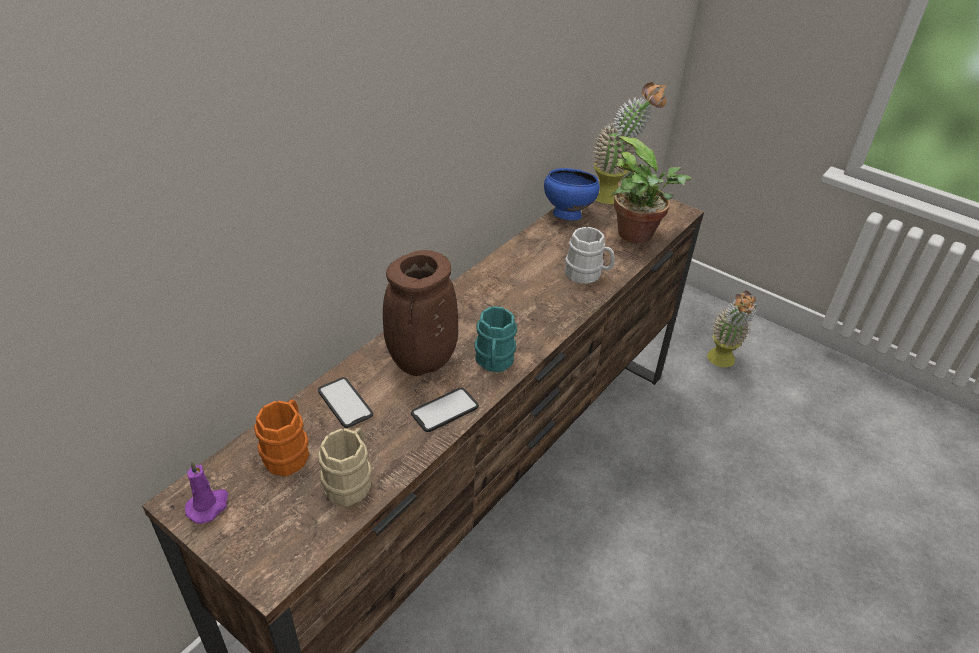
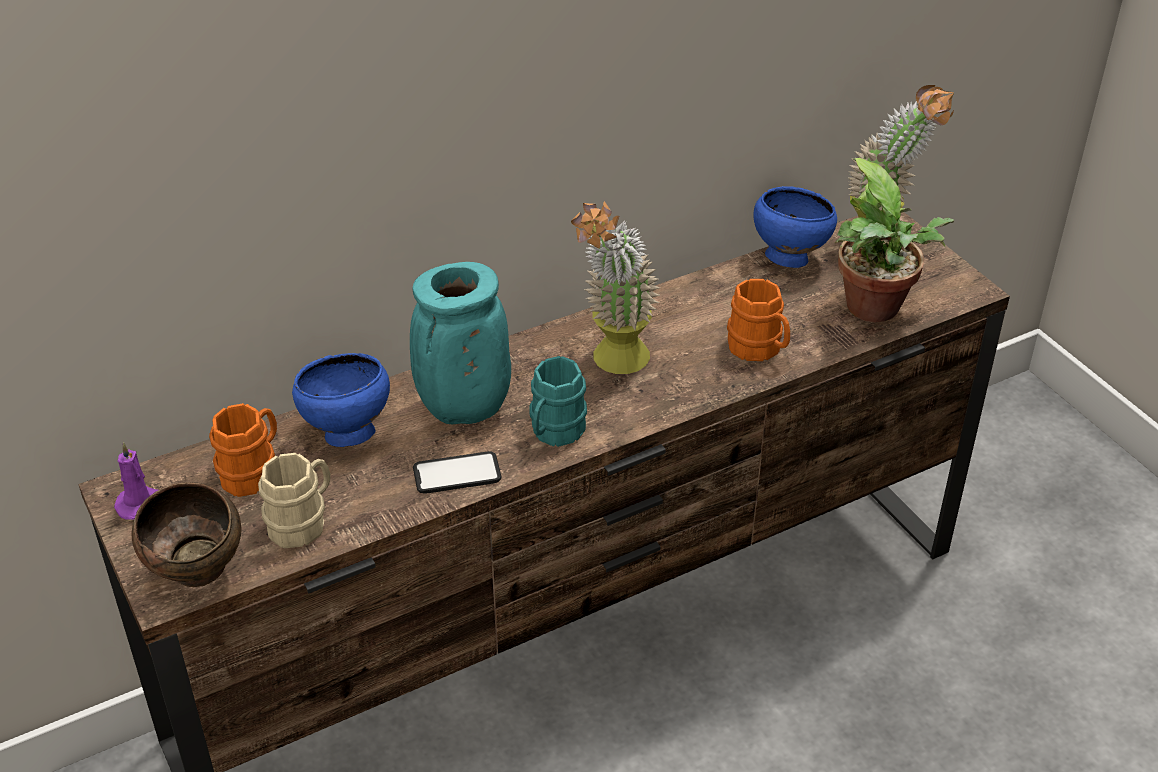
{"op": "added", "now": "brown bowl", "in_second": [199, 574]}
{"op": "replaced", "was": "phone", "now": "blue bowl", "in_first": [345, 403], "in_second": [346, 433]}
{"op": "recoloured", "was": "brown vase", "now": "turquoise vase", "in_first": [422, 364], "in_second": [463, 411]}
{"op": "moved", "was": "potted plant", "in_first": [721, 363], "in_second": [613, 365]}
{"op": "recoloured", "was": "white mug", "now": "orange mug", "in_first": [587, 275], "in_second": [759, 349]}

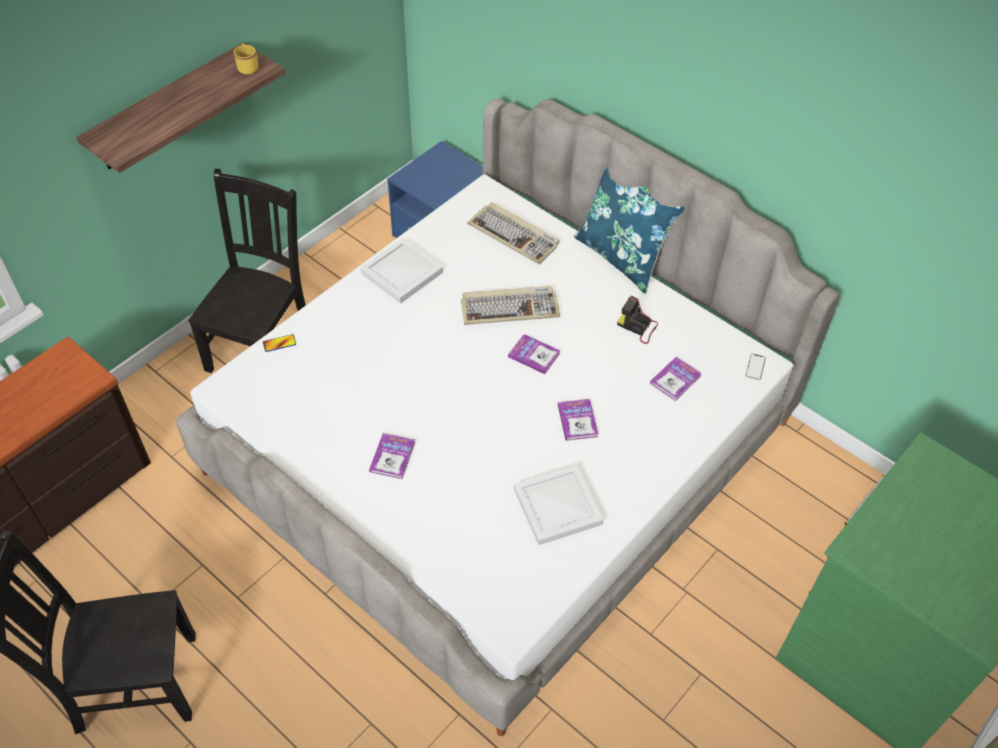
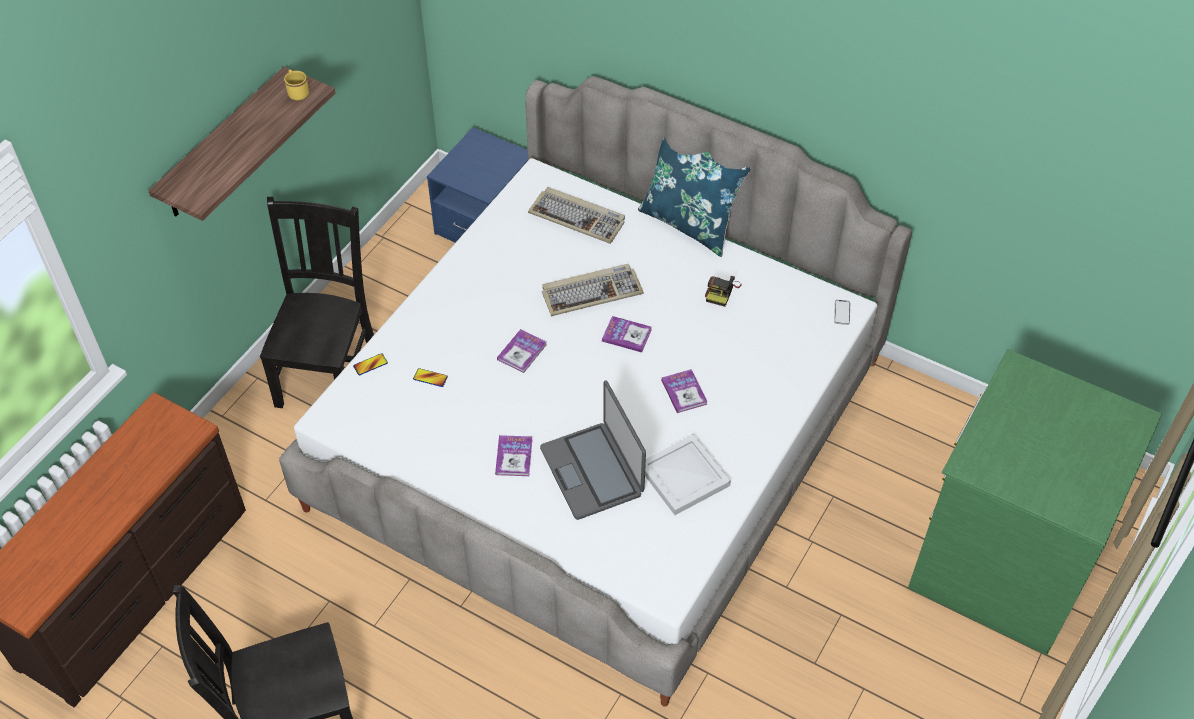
{"op": "added", "now": "phone", "in_second": [430, 378]}
{"op": "moved", "was": "book", "in_first": [675, 379], "in_second": [522, 352]}
{"op": "added", "now": "laptop", "in_second": [592, 471]}
{"op": "turned", "was": "photo camera", "in_first": [638, 327], "in_second": [721, 291], "clockwise": -90}
{"op": "removed", "was": "white tray", "in_first": [402, 272]}

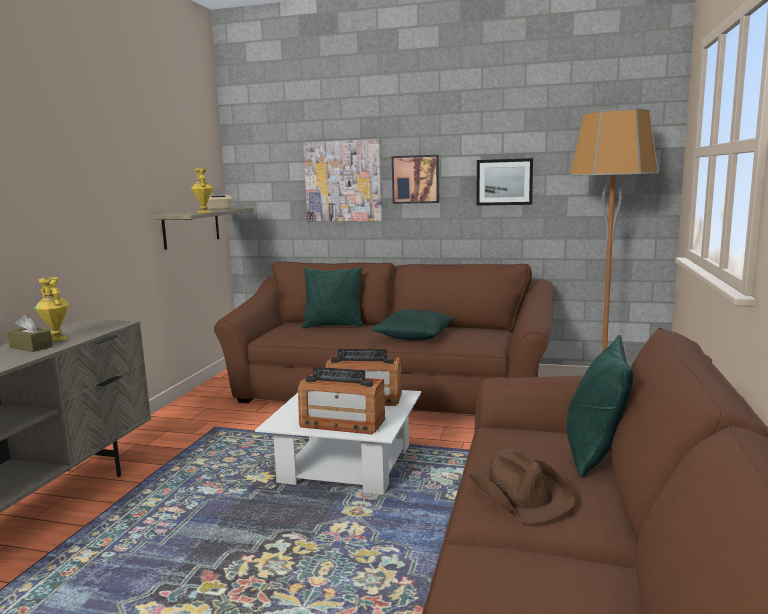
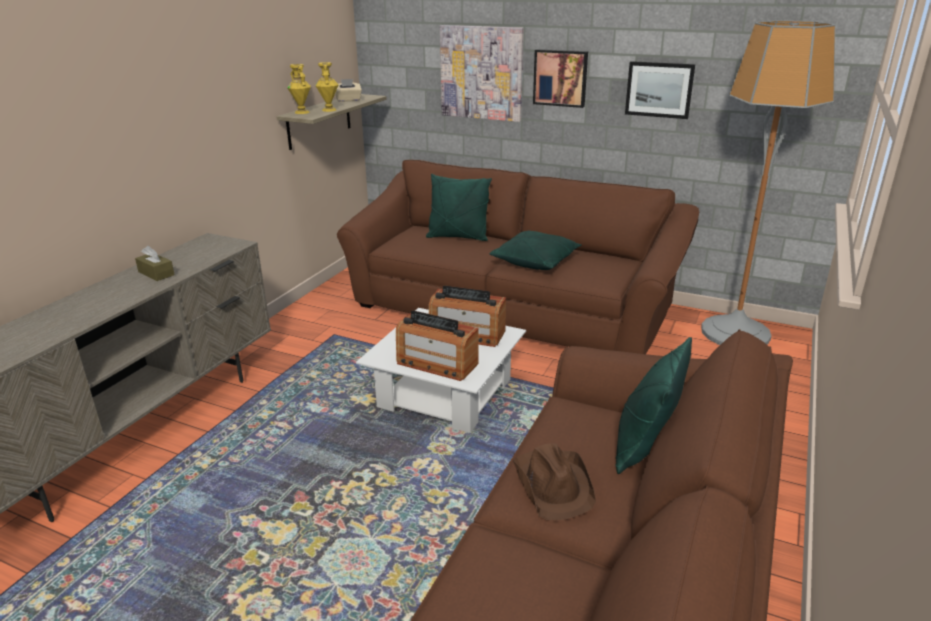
{"op": "moved", "was": "yellow vase", "in_first": [57, 338], "in_second": [302, 112]}

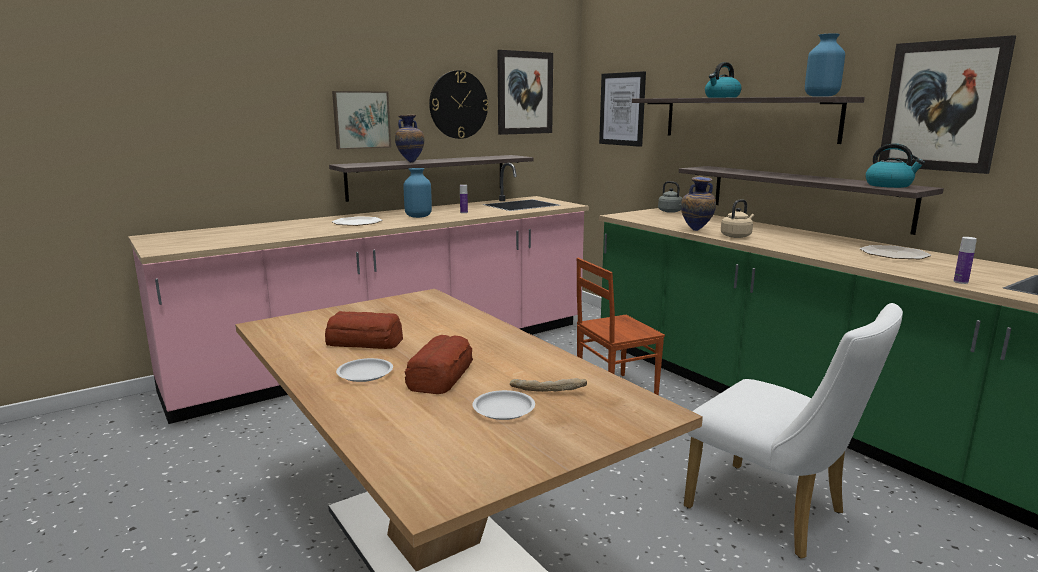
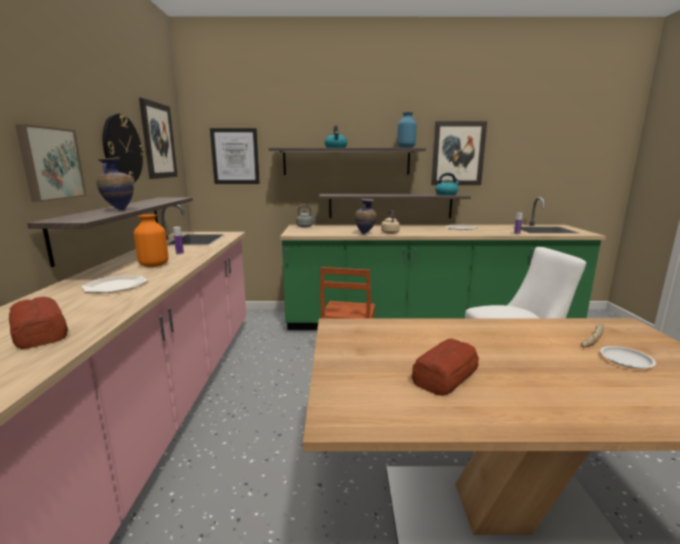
{"op": "moved", "was": "bread", "in_first": [441, 375], "in_second": [40, 332]}
{"op": "recoloured", "was": "blue vase", "now": "orange vase", "in_first": [419, 216], "in_second": [154, 265]}
{"op": "removed", "was": "white plate", "in_first": [365, 373]}

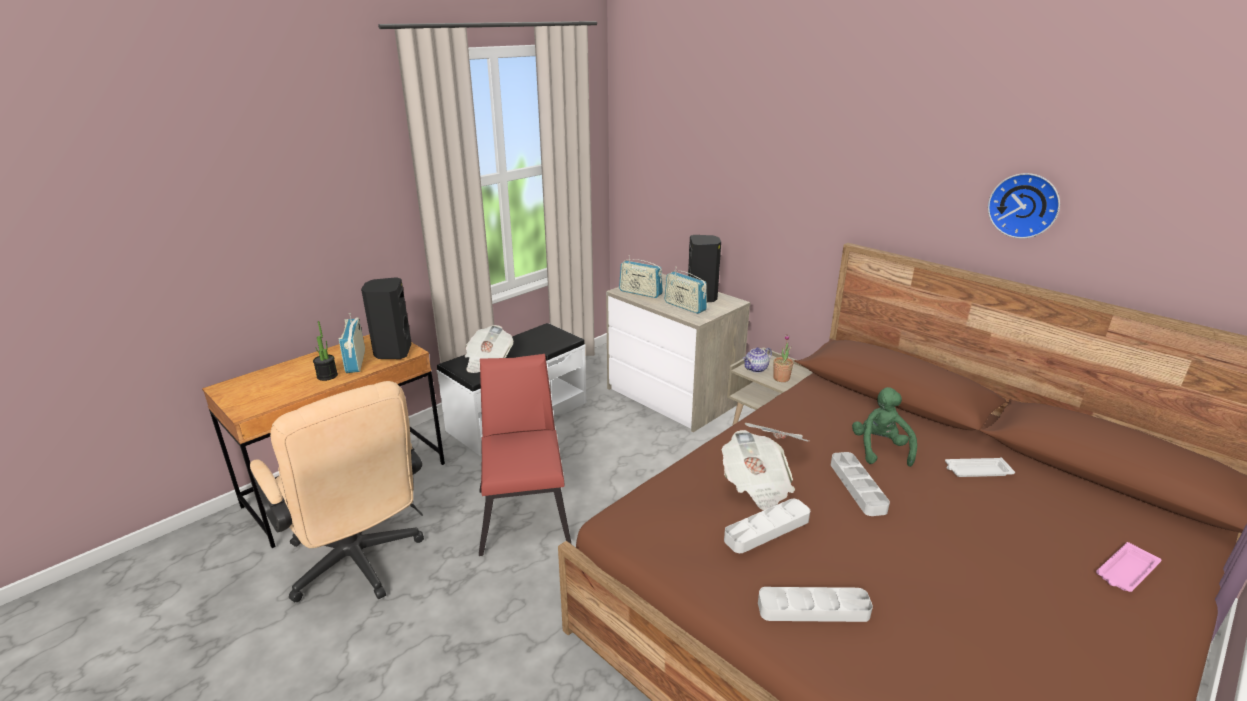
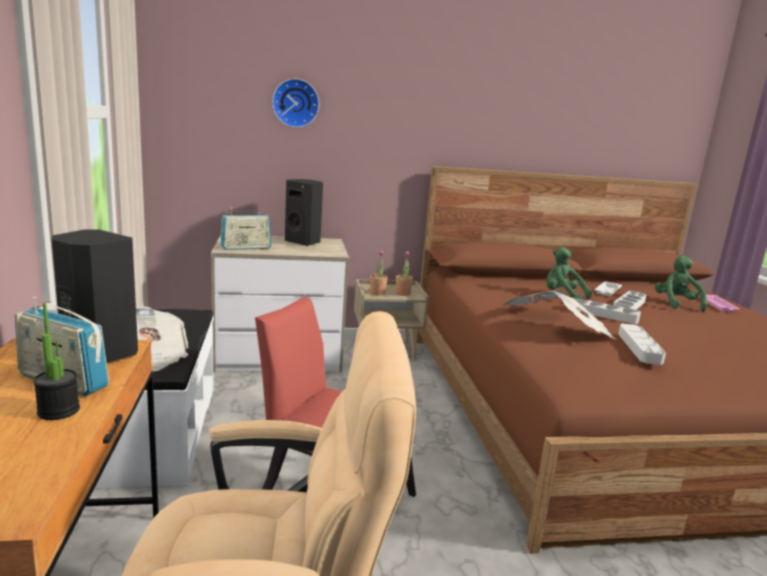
{"op": "moved", "was": "wall clock", "in_first": [1024, 205], "in_second": [295, 103]}
{"op": "replaced", "was": "teapot", "now": "potted plant", "in_first": [756, 369], "in_second": [377, 293]}
{"op": "moved", "was": "grey tray", "in_first": [813, 609], "in_second": [628, 306]}
{"op": "added", "now": "green plush toy", "in_second": [676, 304]}
{"op": "removed", "was": "radio", "in_first": [685, 306]}

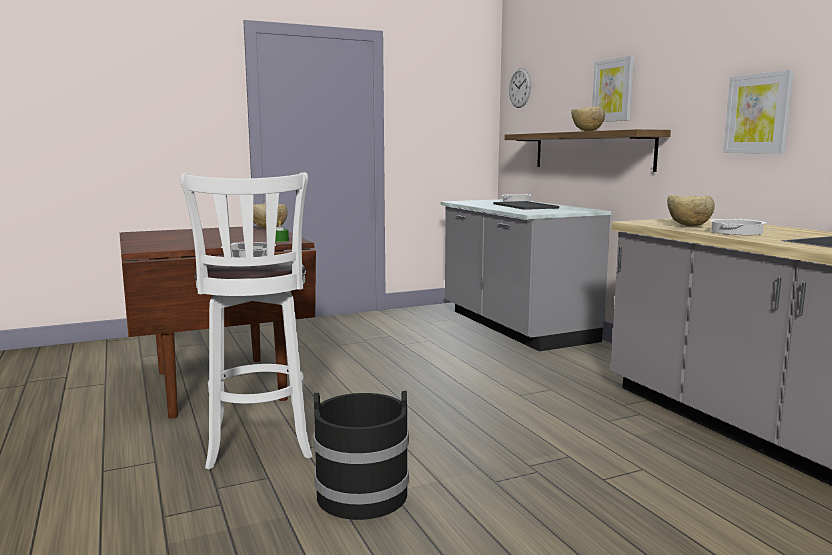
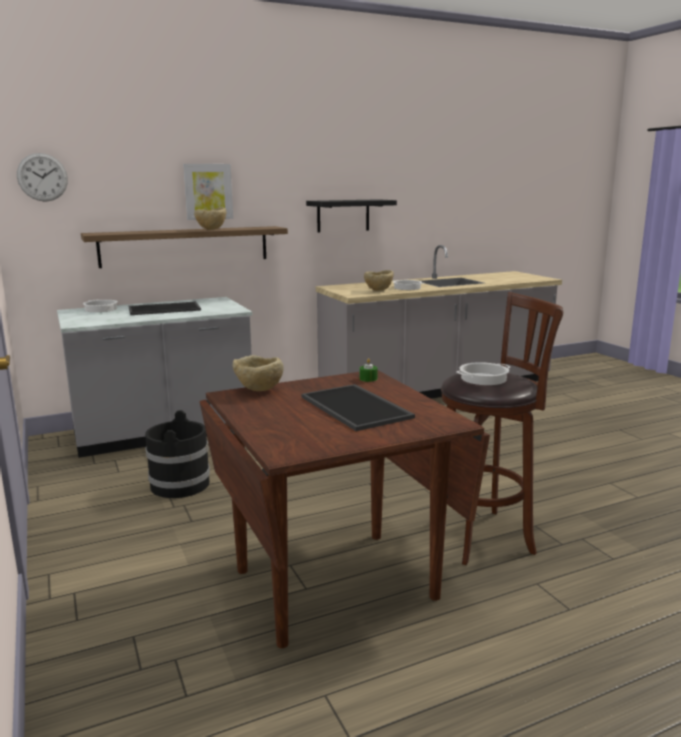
{"op": "moved", "was": "black bucket", "in_first": [363, 494], "in_second": [180, 484]}
{"op": "added", "now": "tray", "in_second": [357, 407]}
{"op": "replaced", "was": "picture", "now": "black shelf", "in_first": [758, 113], "in_second": [343, 215]}
{"op": "recoloured", "was": "white stool", "now": "brown stool", "in_first": [259, 447], "in_second": [486, 535]}

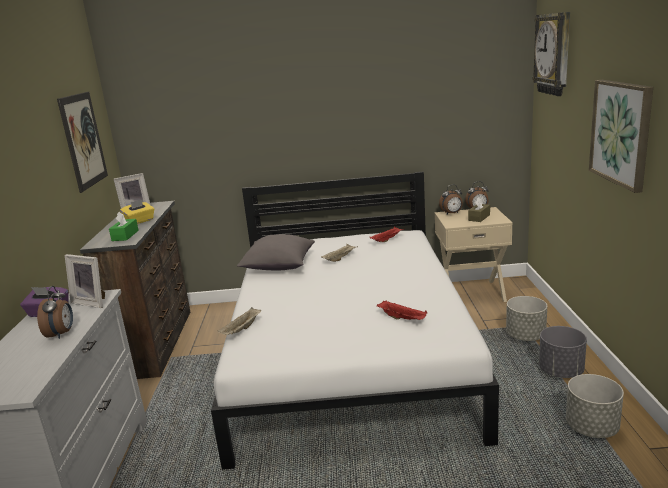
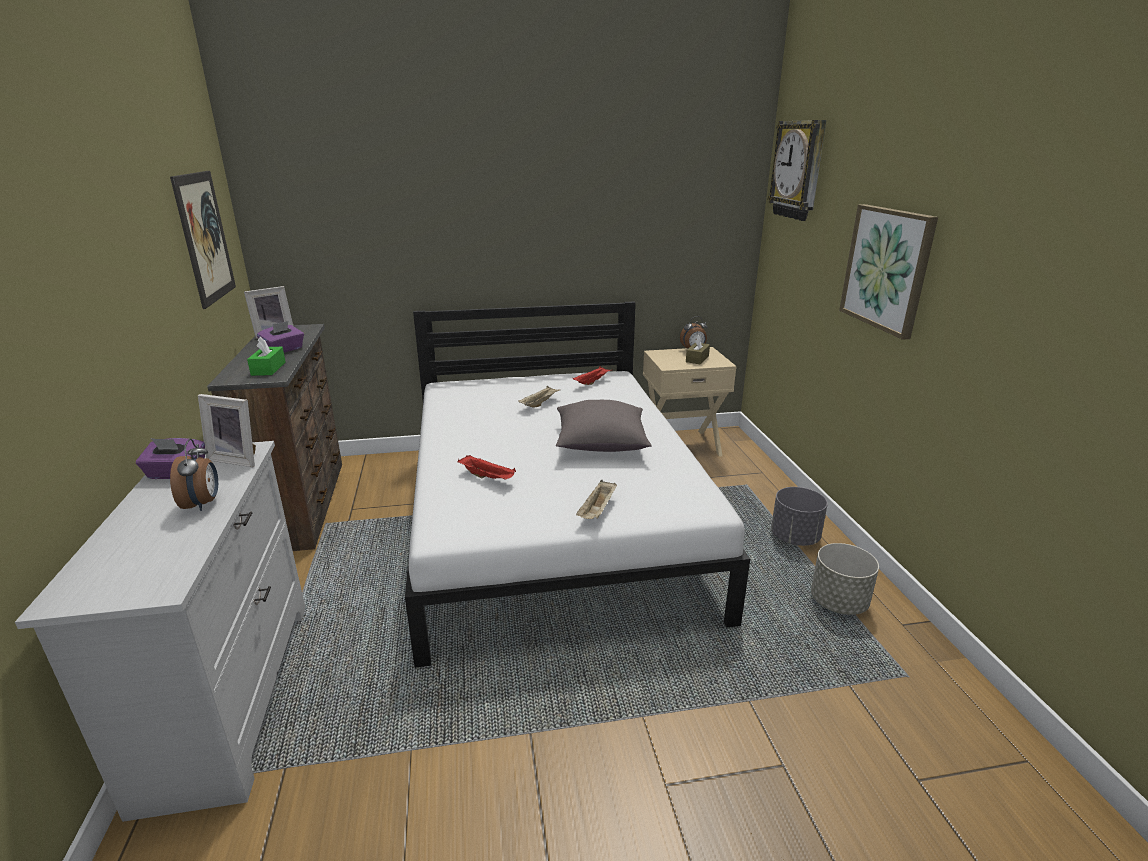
{"op": "recoloured", "was": "yellow tissue box", "now": "purple tissue box", "in_first": [140, 221], "in_second": [284, 350]}
{"op": "moved", "was": "red tray", "in_first": [403, 318], "in_second": [488, 477]}
{"op": "moved", "was": "grey pillow", "in_first": [278, 266], "in_second": [601, 444]}
{"op": "moved", "was": "beige tray", "in_first": [241, 330], "in_second": [597, 511]}
{"op": "removed", "was": "alarm clock", "in_first": [452, 213]}
{"op": "removed", "was": "grey planter", "in_first": [526, 336]}

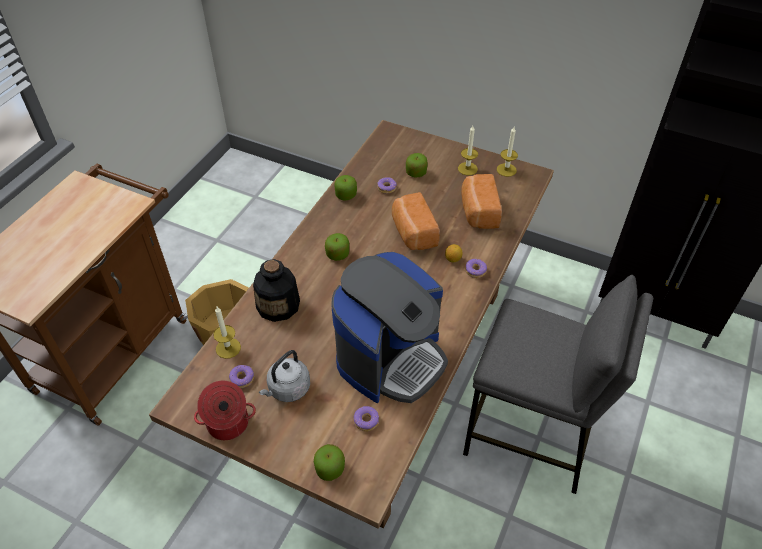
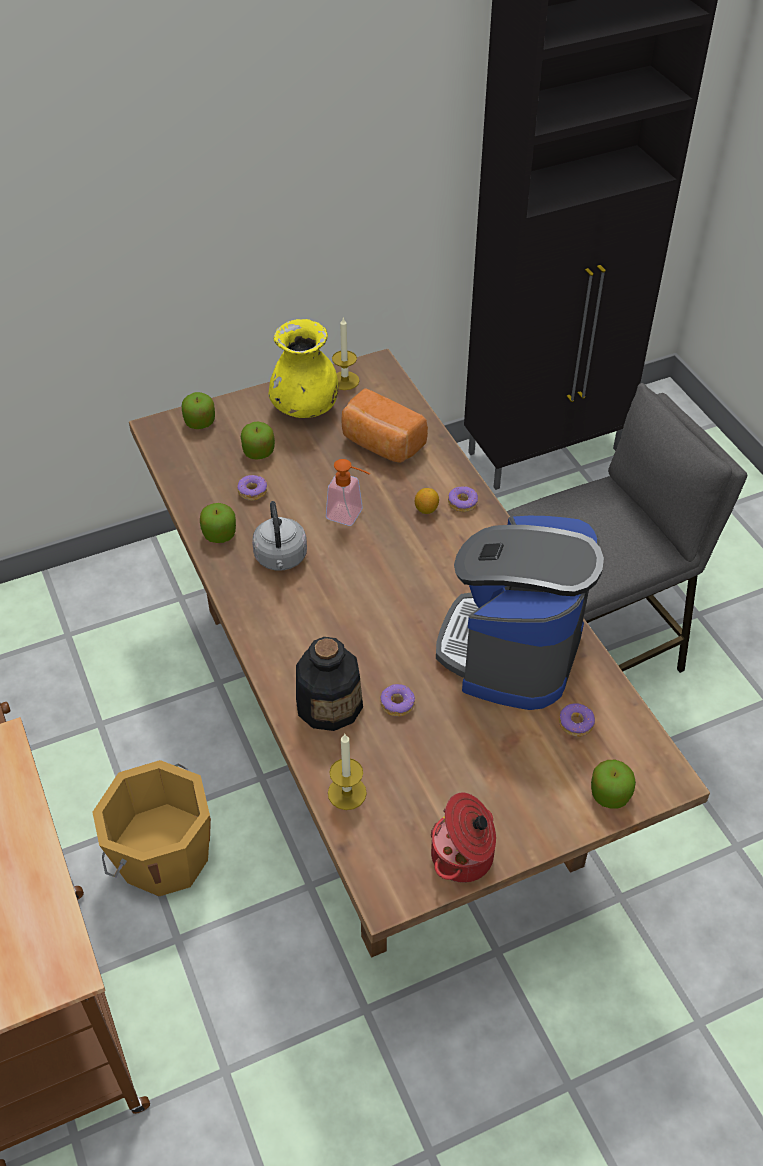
{"op": "moved", "was": "apple", "in_first": [337, 254], "in_second": [200, 422]}
{"op": "moved", "was": "grey kettle", "in_first": [287, 389], "in_second": [281, 559]}
{"op": "replaced", "was": "candle", "now": "yellow vase", "in_first": [467, 168], "in_second": [305, 408]}
{"op": "replaced", "was": "bread", "now": "soap dispenser", "in_first": [413, 233], "in_second": [350, 516]}
{"op": "moved", "was": "donut", "in_first": [242, 379], "in_second": [397, 704]}
{"op": "turned", "was": "coffee machine", "in_first": [391, 358], "in_second": [512, 650], "clockwise": -150}

